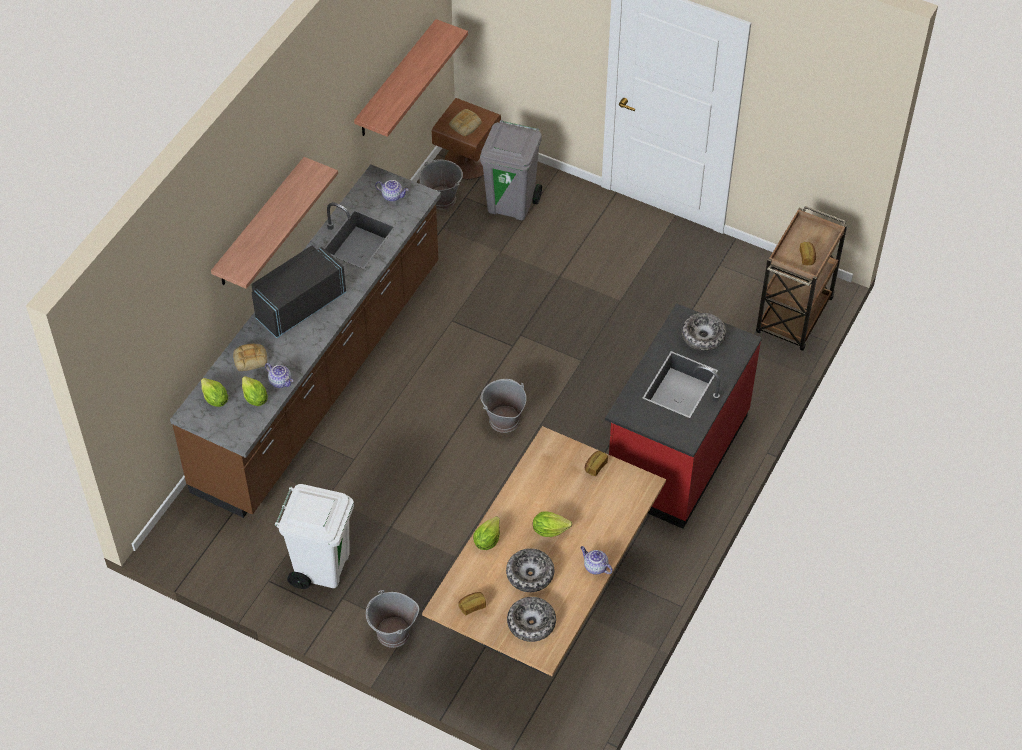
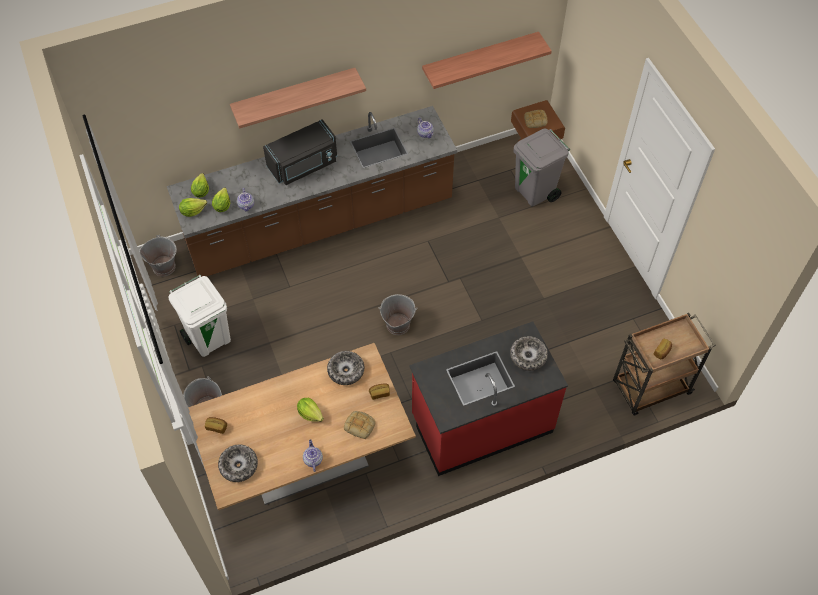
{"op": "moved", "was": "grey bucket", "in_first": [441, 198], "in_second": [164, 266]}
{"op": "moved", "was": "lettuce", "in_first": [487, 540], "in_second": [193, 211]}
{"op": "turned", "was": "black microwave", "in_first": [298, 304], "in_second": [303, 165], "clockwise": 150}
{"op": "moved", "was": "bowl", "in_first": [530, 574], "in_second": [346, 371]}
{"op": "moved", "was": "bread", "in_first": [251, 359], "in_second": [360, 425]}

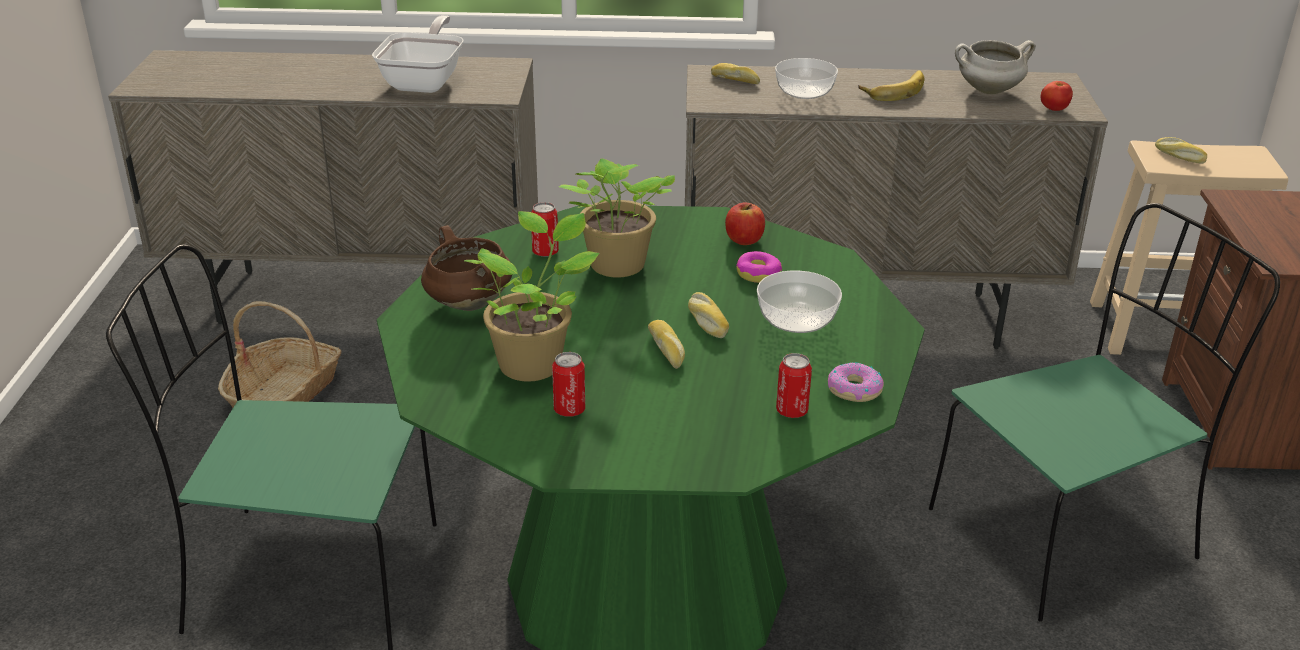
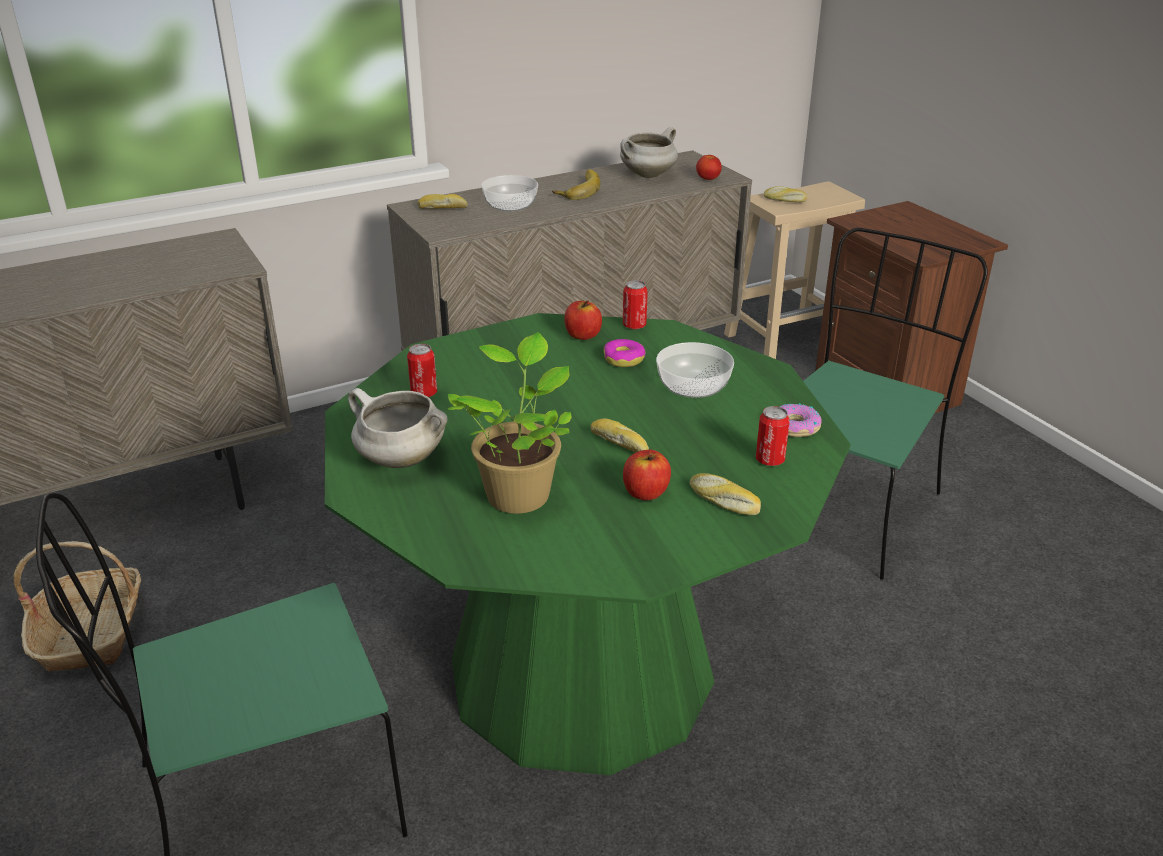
{"op": "recoloured", "was": "brown cooking pot", "now": "white cooking pot", "in_first": [467, 303], "in_second": [399, 460]}
{"op": "moved", "was": "can", "in_first": [569, 410], "in_second": [634, 326]}
{"op": "added", "now": "apple", "in_second": [645, 492]}
{"op": "moved", "was": "bread", "in_first": [705, 321], "in_second": [722, 502]}
{"op": "removed", "was": "frying pan", "in_first": [425, 81]}
{"op": "removed", "was": "potted plant", "in_first": [615, 267]}

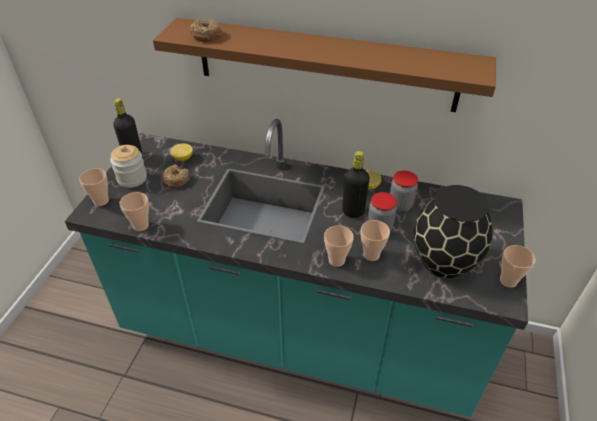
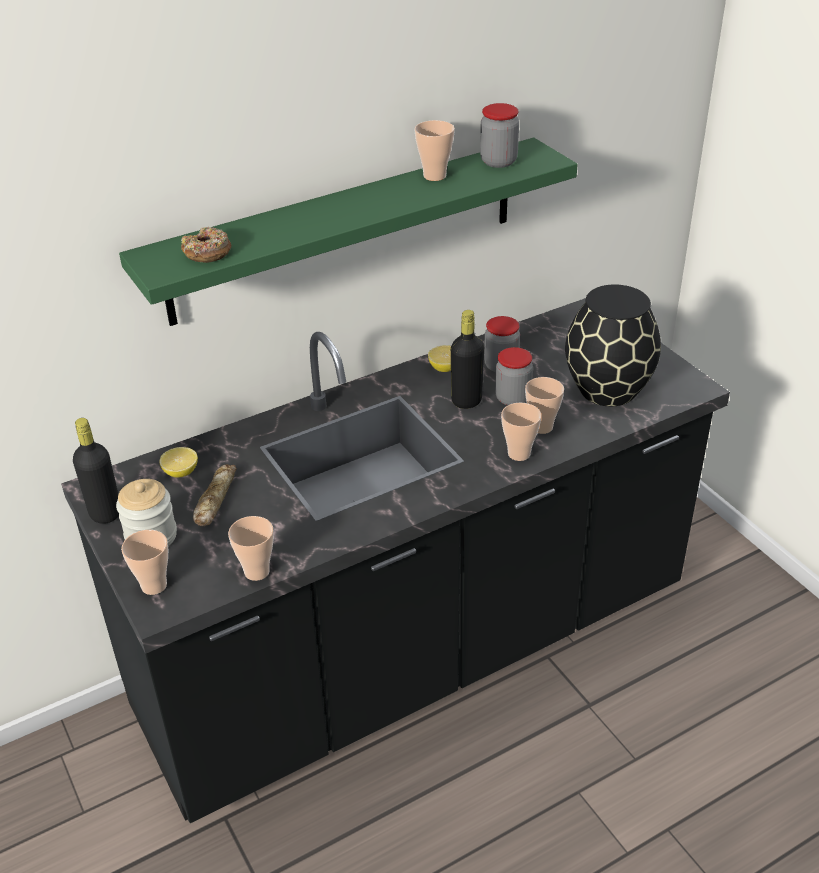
{"op": "recoloured", "was": "turquoise counter", "now": "black counter", "in_first": [298, 334], "in_second": [415, 653]}
{"op": "recoloured", "was": "brown shelf", "now": "green shelf", "in_first": [325, 65], "in_second": [345, 230]}
{"op": "replaced", "was": "donut", "now": "bread", "in_first": [176, 180], "in_second": [215, 499]}
{"op": "moved", "was": "cup", "in_first": [508, 281], "in_second": [434, 176]}
{"op": "added", "now": "jar", "in_second": [498, 161]}

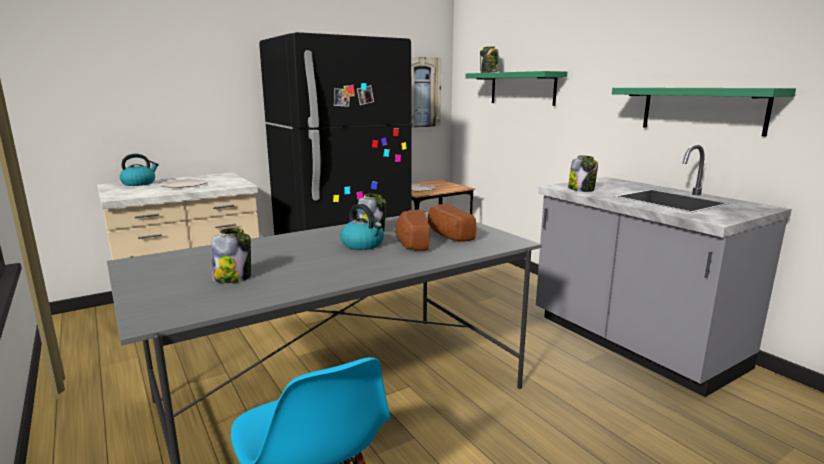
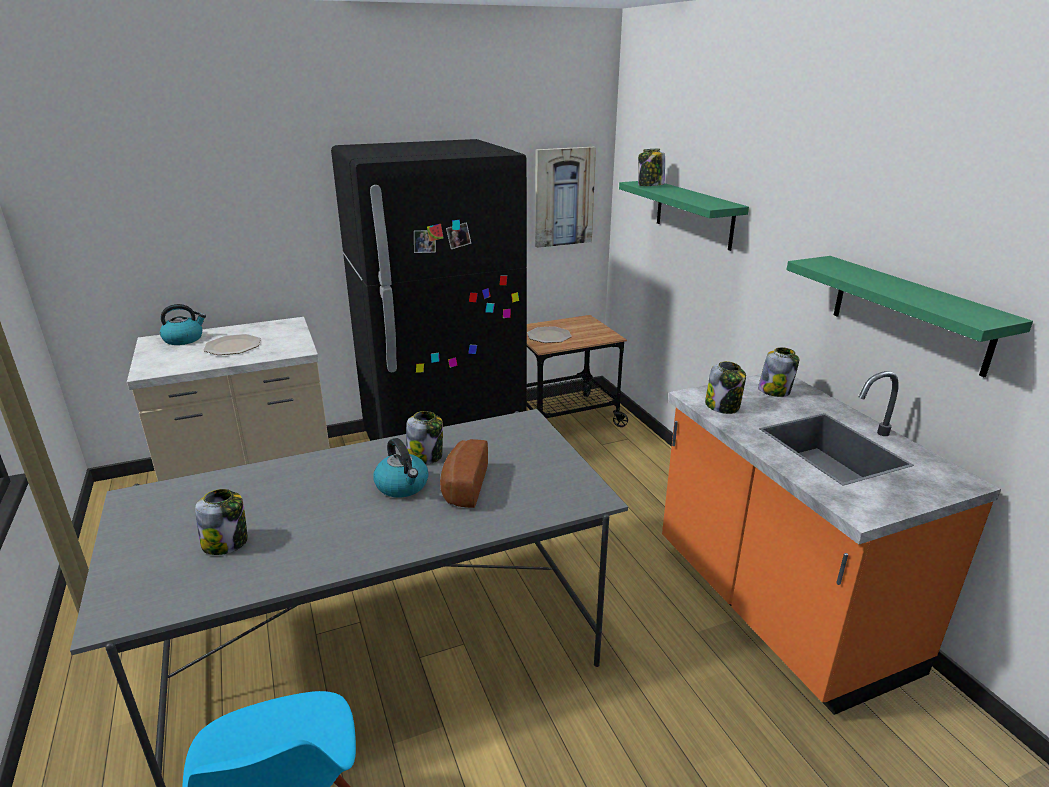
{"op": "recoloured", "was": "grey counter", "now": "orange counter", "in_first": [633, 343], "in_second": [777, 607]}
{"op": "added", "now": "jar", "in_second": [774, 391]}
{"op": "removed", "was": "bread", "in_first": [447, 235]}

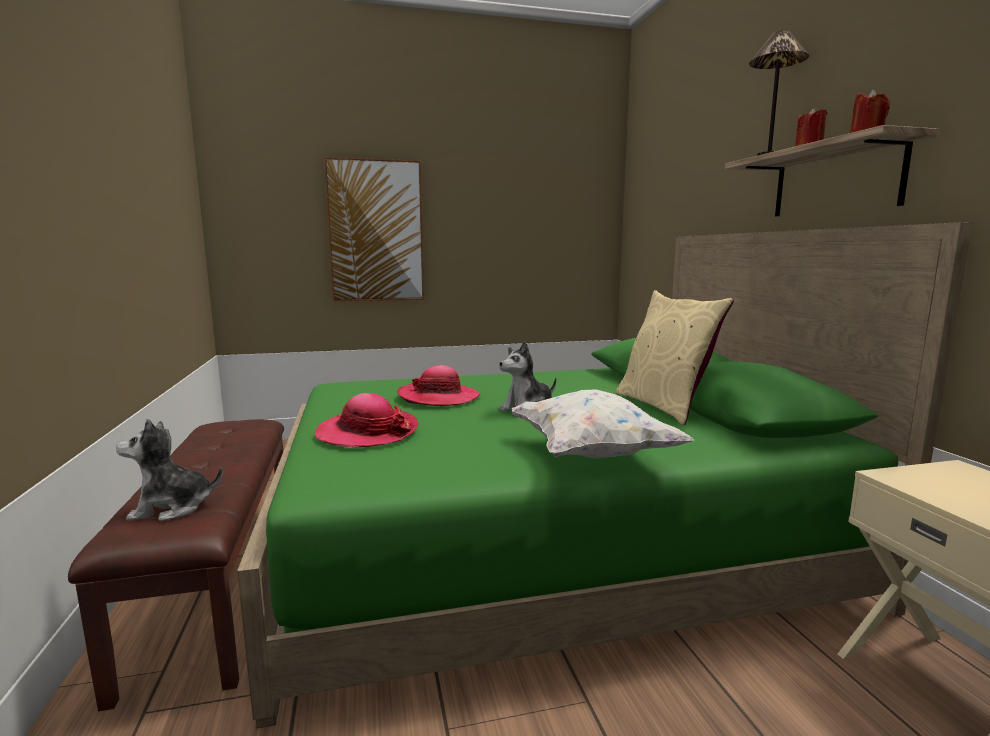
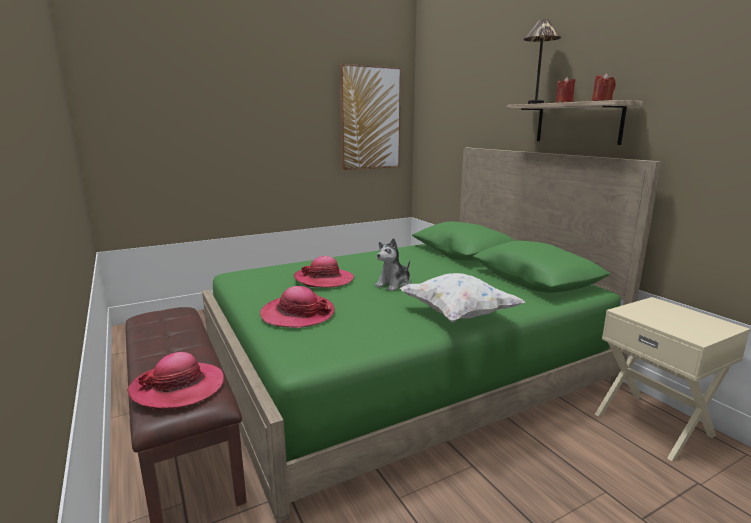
{"op": "replaced", "was": "plush toy", "now": "hat", "in_first": [172, 508], "in_second": [178, 388]}
{"op": "moved", "was": "picture", "in_first": [376, 231], "in_second": [370, 118]}
{"op": "removed", "was": "beige pillow", "in_first": [664, 406]}

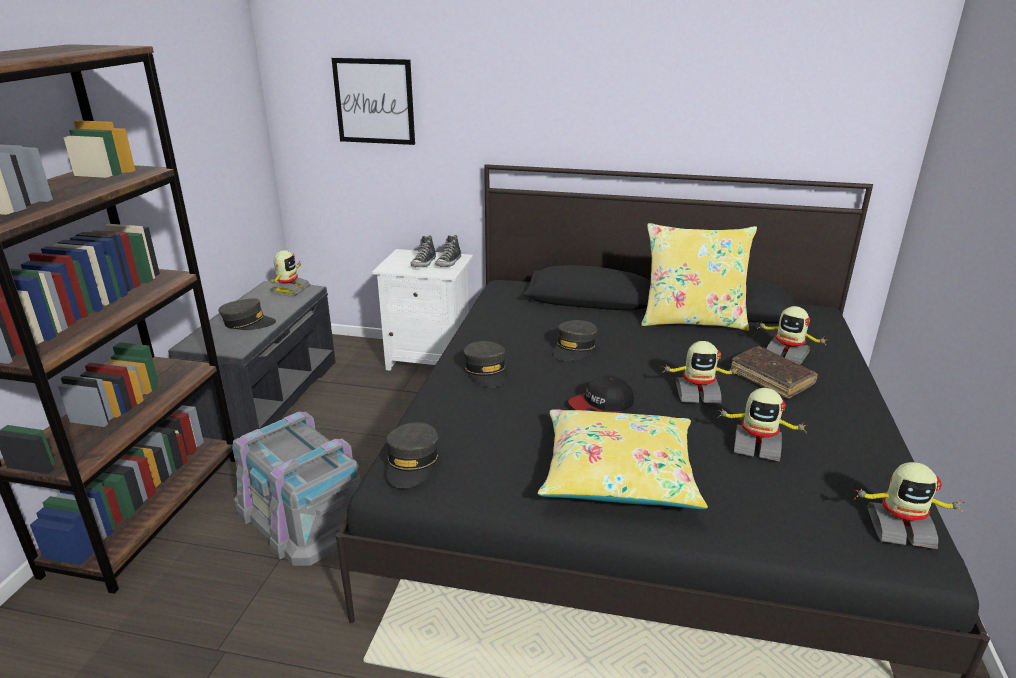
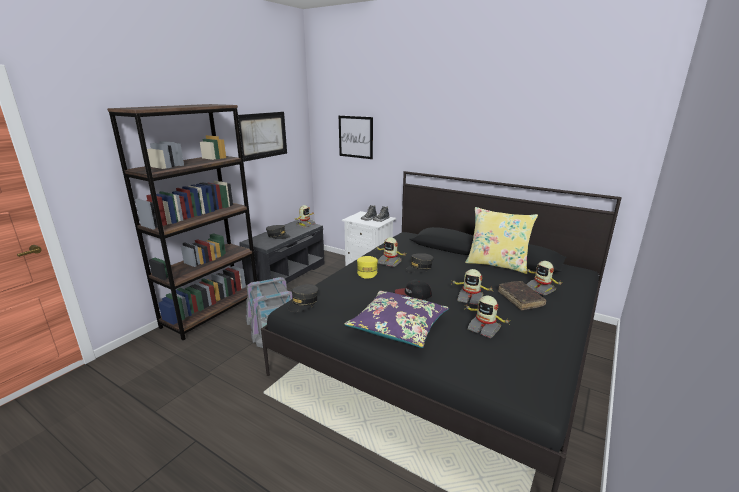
{"op": "added", "now": "picture", "in_second": [262, 135]}
{"op": "recoloured", "was": "yellow pillow", "now": "purple pillow", "in_first": [618, 473], "in_second": [398, 326]}
{"op": "recoloured", "was": "grey cap", "now": "yellow cap", "in_first": [486, 372], "in_second": [367, 271]}
{"op": "moved", "was": "toy robot", "in_first": [899, 527], "in_second": [390, 262]}

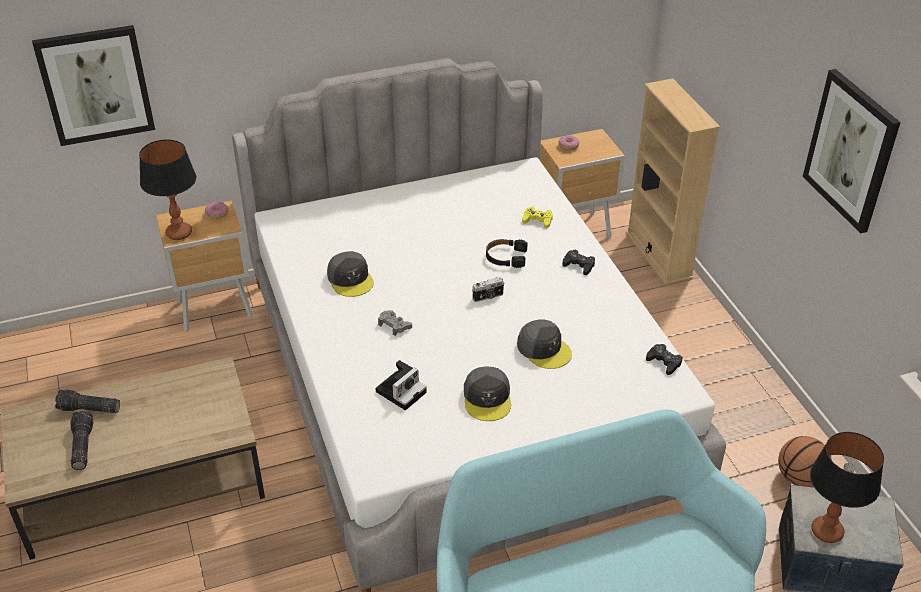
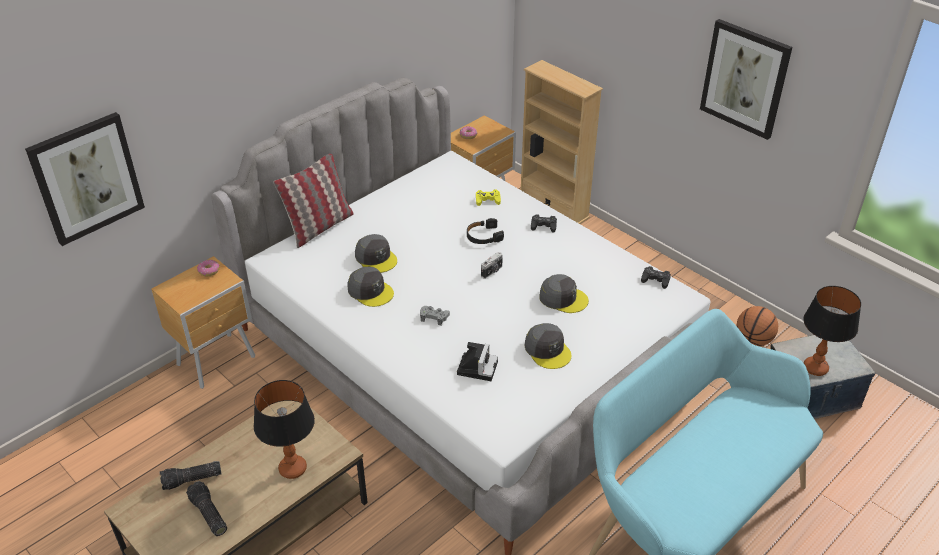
{"op": "moved", "was": "table lamp", "in_first": [179, 233], "in_second": [293, 469]}
{"op": "added", "now": "pillow", "in_second": [319, 227]}
{"op": "added", "now": "grey cap", "in_second": [376, 258]}

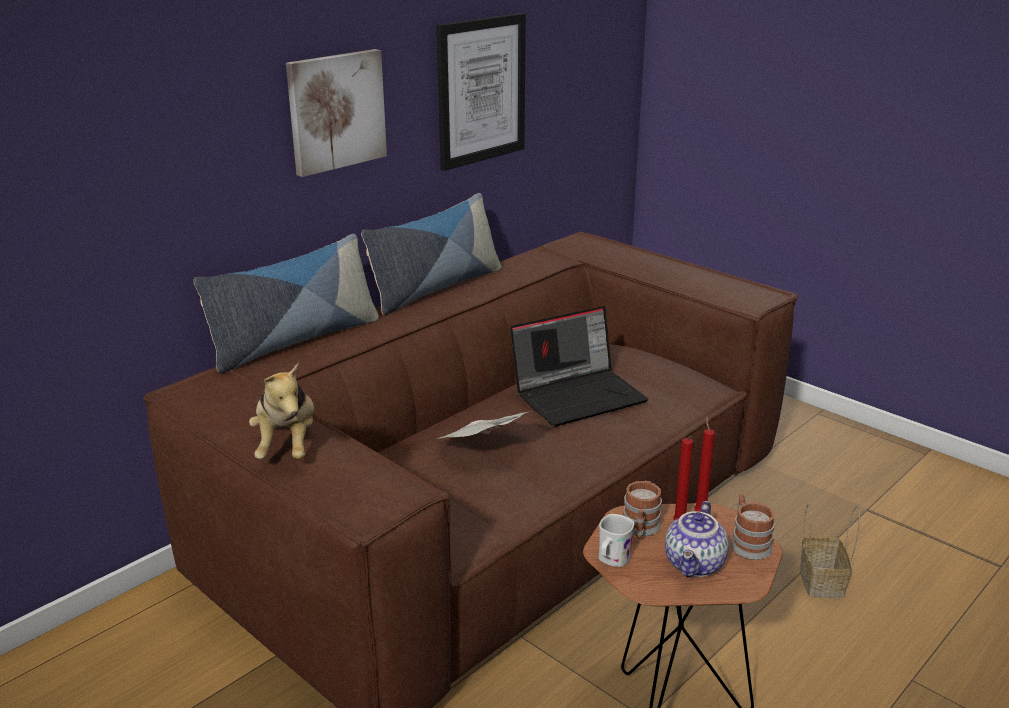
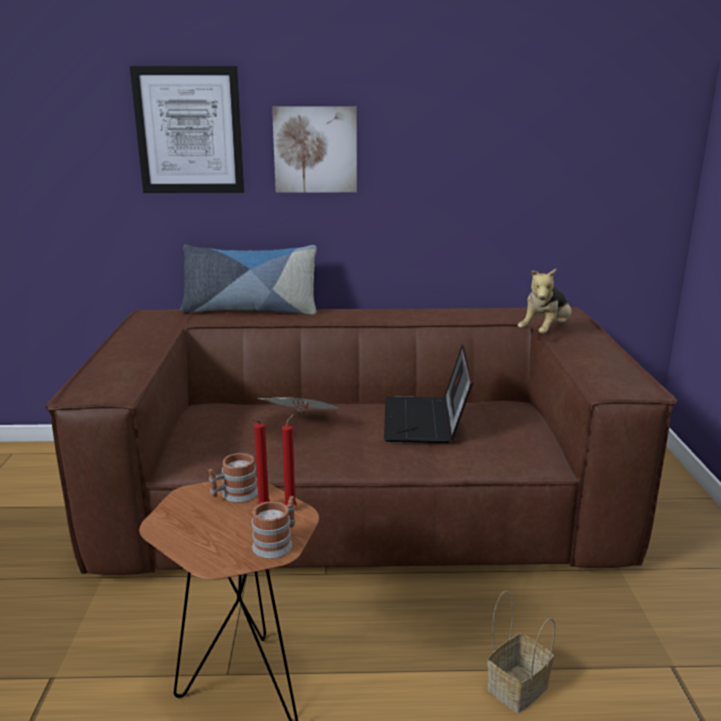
{"op": "moved", "was": "picture", "in_first": [481, 90], "in_second": [189, 130]}
{"op": "turned", "was": "laptop", "in_first": [579, 395], "in_second": [426, 422], "clockwise": 75}
{"op": "moved", "was": "plush toy", "in_first": [288, 446], "in_second": [545, 332]}
{"op": "removed", "was": "pillow", "in_first": [435, 288]}
{"op": "removed", "was": "white mug", "in_first": [612, 560]}
{"op": "removed", "was": "teapot", "in_first": [695, 565]}

